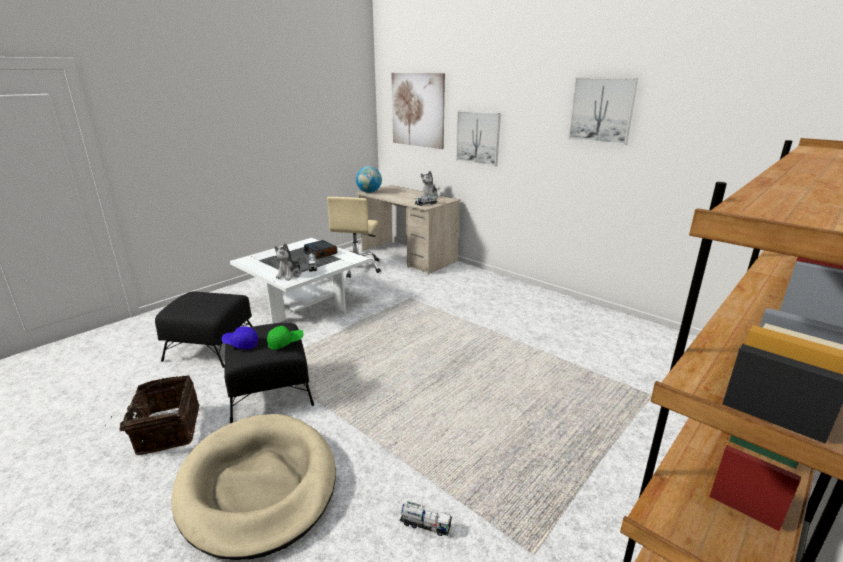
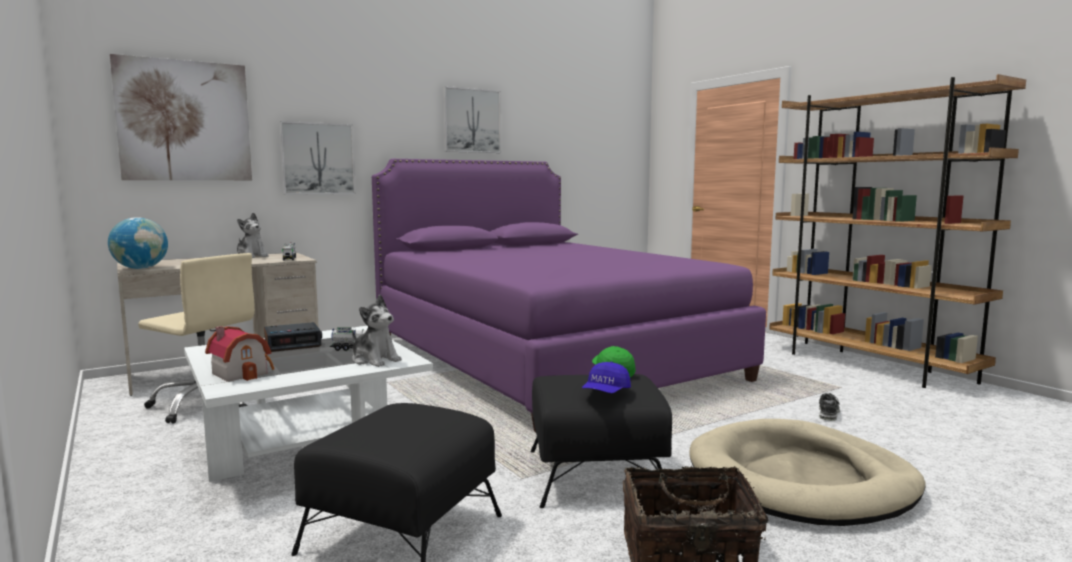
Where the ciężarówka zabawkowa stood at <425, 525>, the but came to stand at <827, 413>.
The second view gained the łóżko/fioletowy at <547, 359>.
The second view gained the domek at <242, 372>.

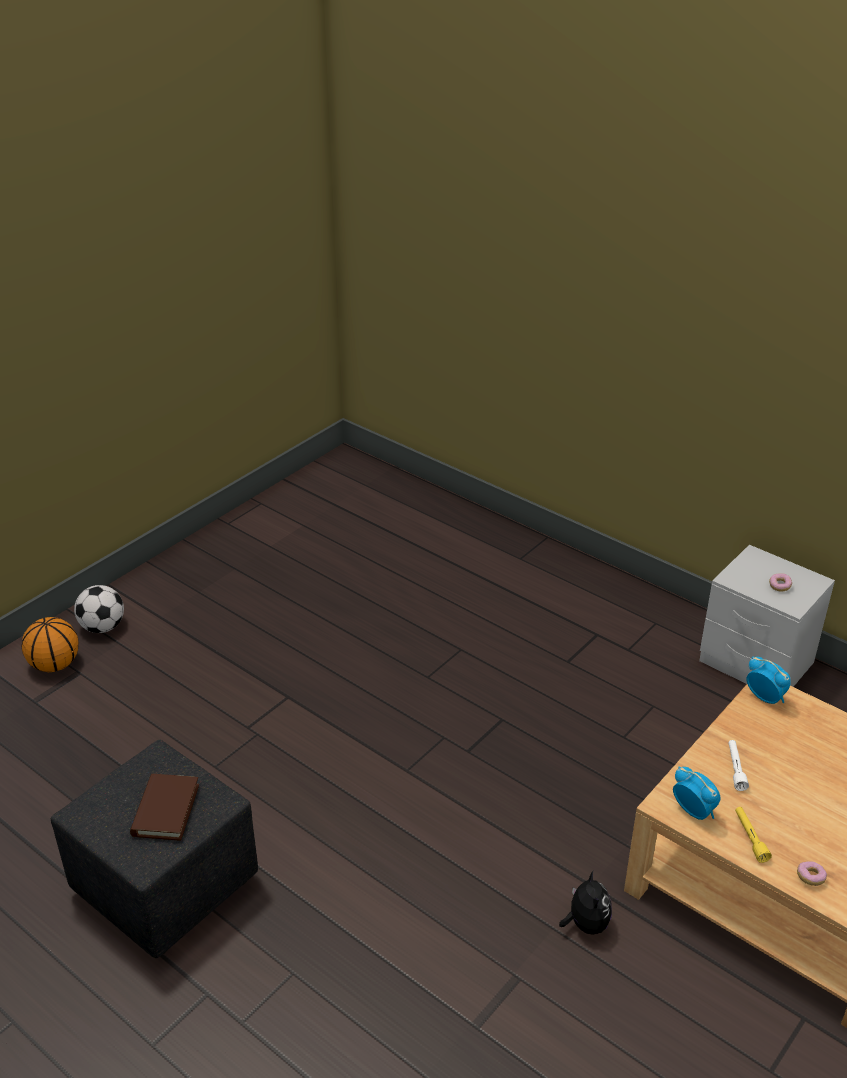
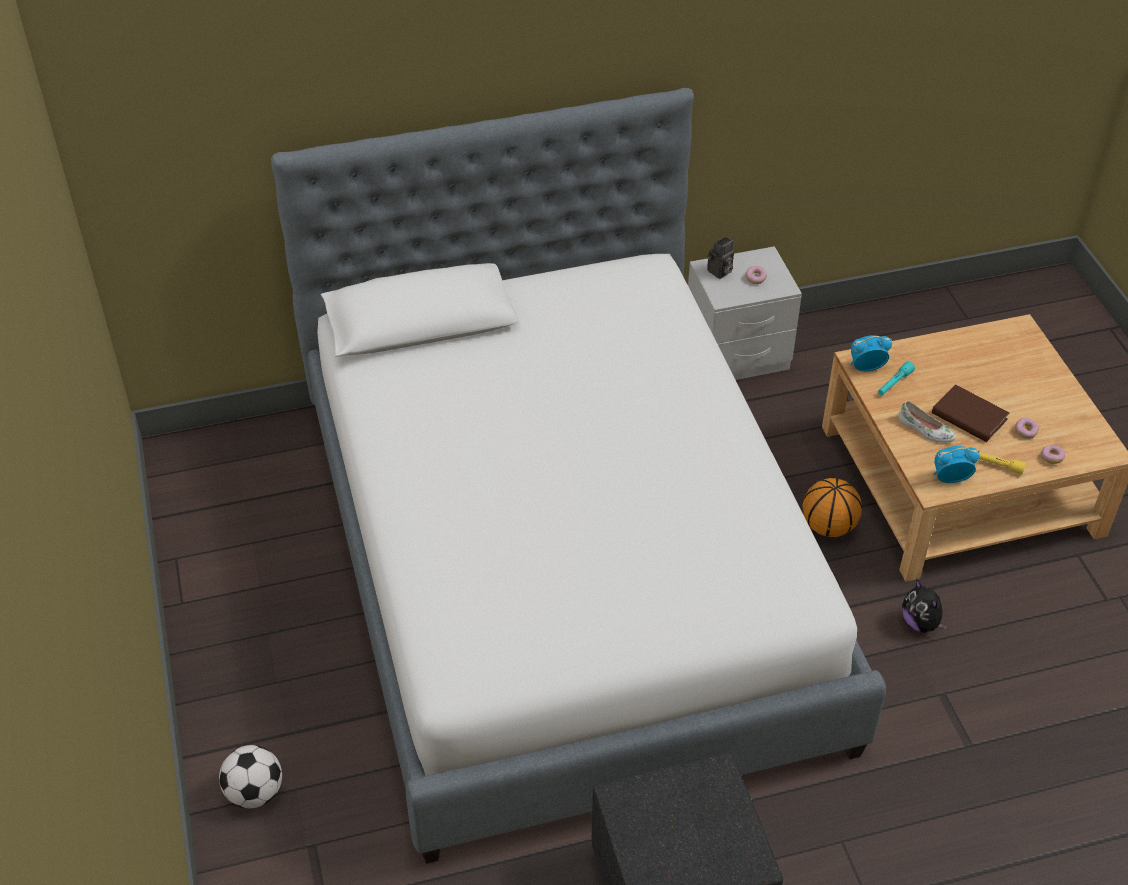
The piłka do koszykówki ended up elsewhere, having gone from <55, 664> to <827, 526>.
Where the latarka/biały stood at <735, 768>, the but/biały came to stand at <925, 430>.
The książka/brązowy ended up elsewhere, having gone from <165, 810> to <969, 417>.
The pluszak at <586, 924> ended up facing another way, 150 degrees counterclockwise from before.
The second view gained the łóżko at <563, 568>.
The second view gained the aparat fotograficzny at <719, 272>.
The second view gained the latarka/turkusowy at <894, 383>.
The second view gained the donut at <1025, 432>.

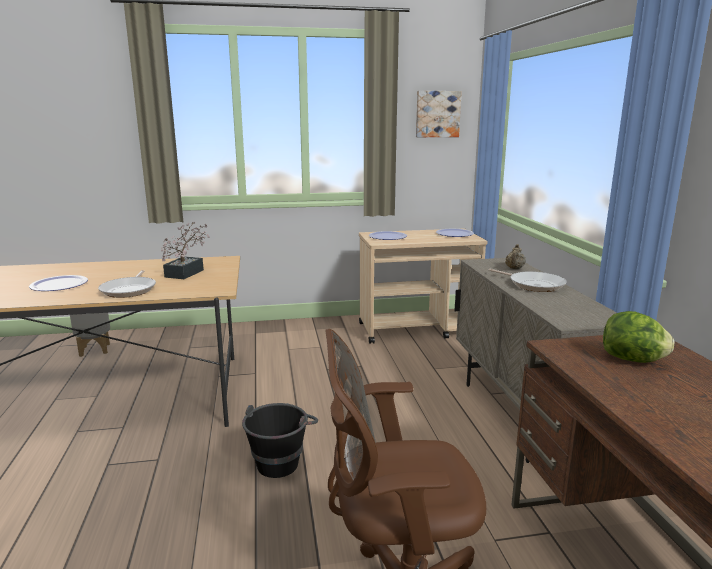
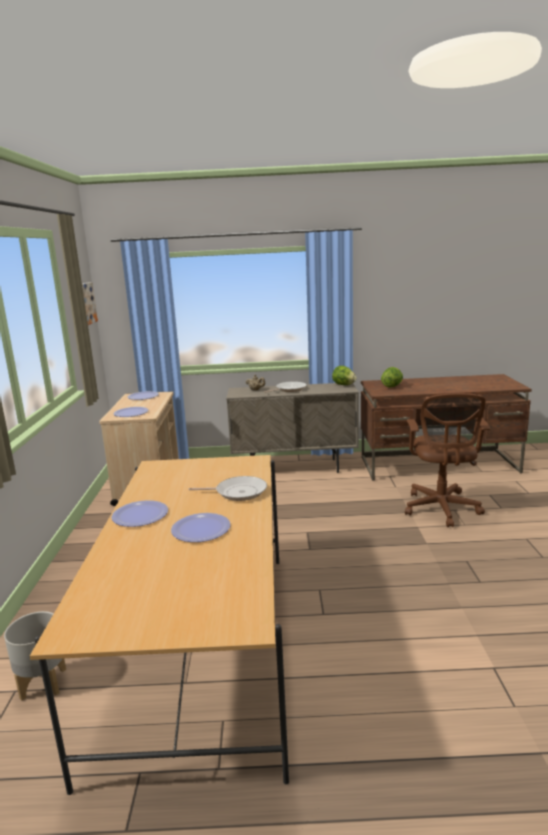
The second view lost the roślina doniczkowa at <187, 272>.
The second view lost the wiadro/czarny at <281, 459>.
The second view gained the sałata at <344, 385>.
The second view gained the talerz at <140, 515>.

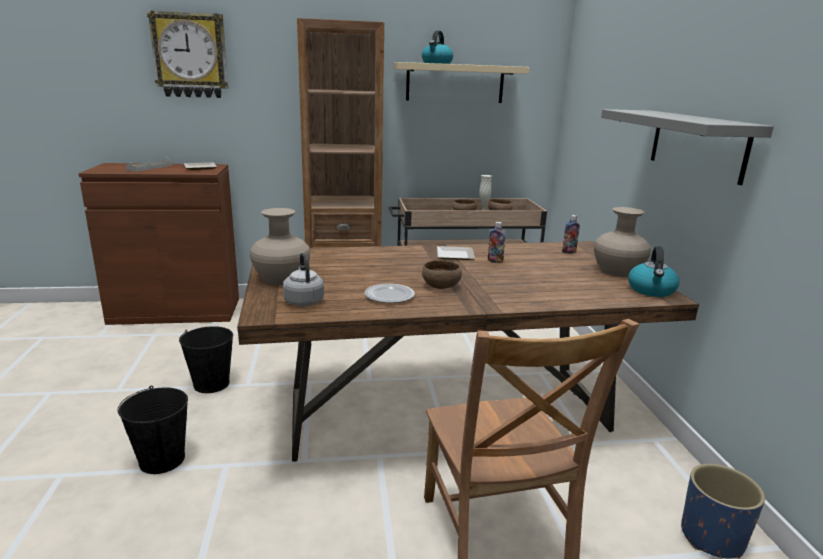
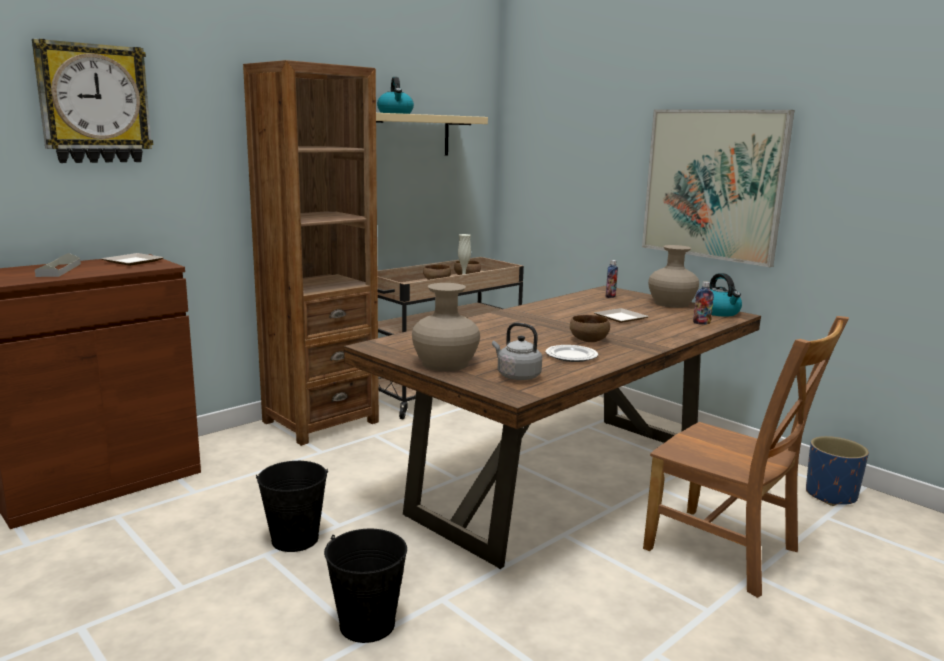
Where the półka/szary hung at <697, 144>, the obraz came to hang at <713, 184>.
The butelka ended up elsewhere, having gone from <495, 261> to <701, 323>.
The talerz ended up elsewhere, having gone from <456, 255> to <620, 317>.

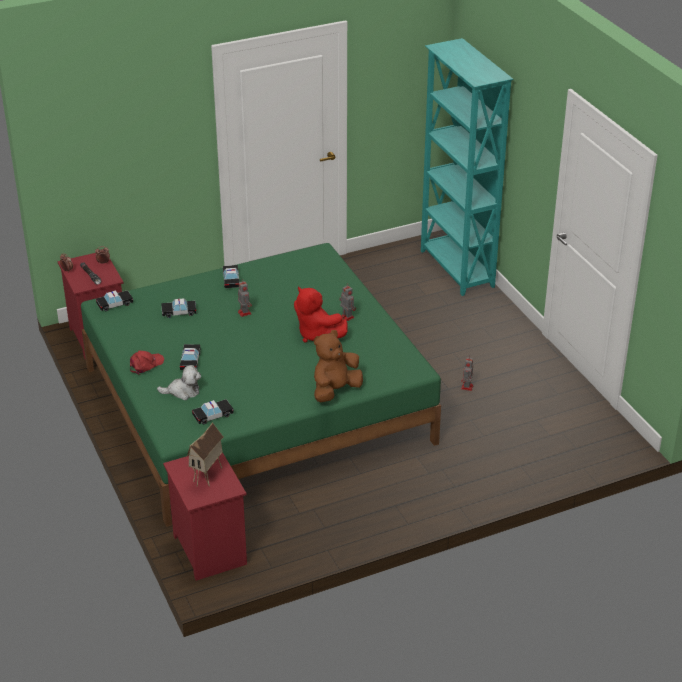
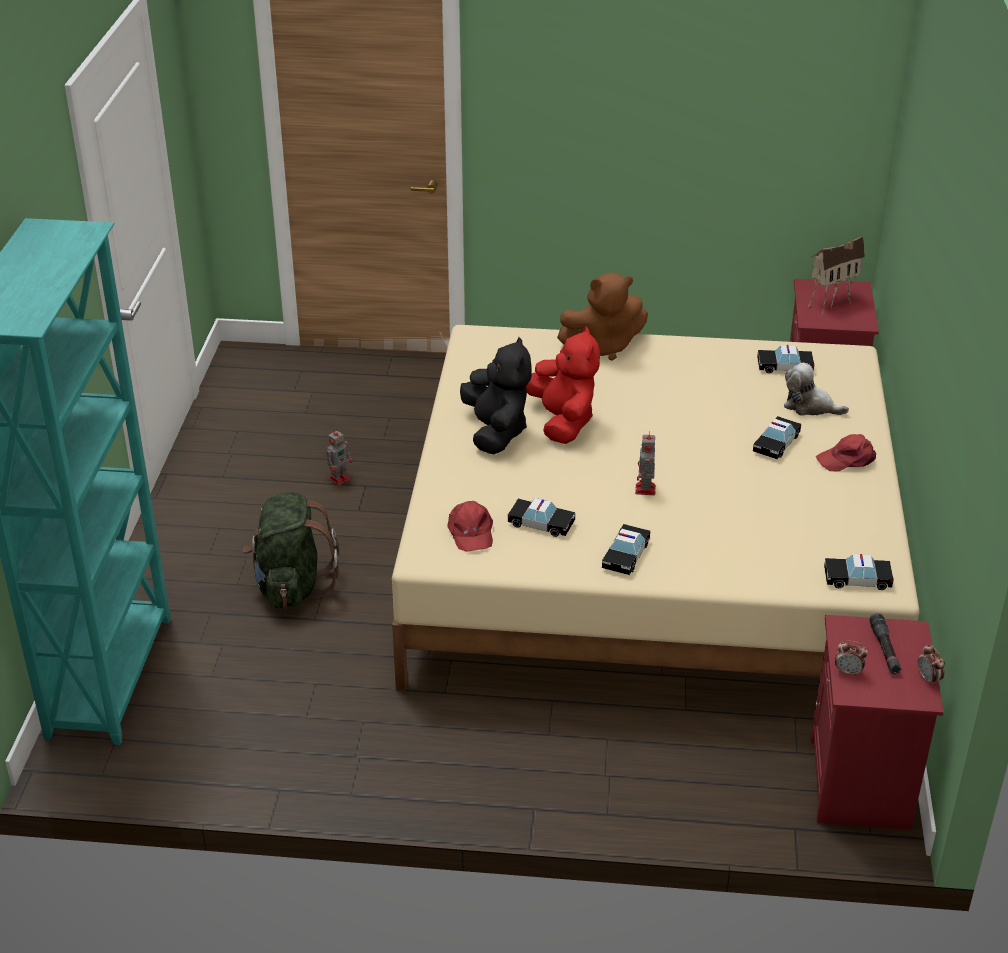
What was the łóżko/zielony at <256, 404> turned into the łóżko/beżowy at <650, 559>.
Where the robot zabawkowy stood at <346, 317>, the pluszak/czarny came to stand at <496, 432>.
The samochodzik ended up elsewhere, having gone from <179, 312> to <541, 523>.
The second view gained the plecak/zielony at <291, 586>.
The second view gained the czapka z daszkiem/czerwony at <470, 532>.

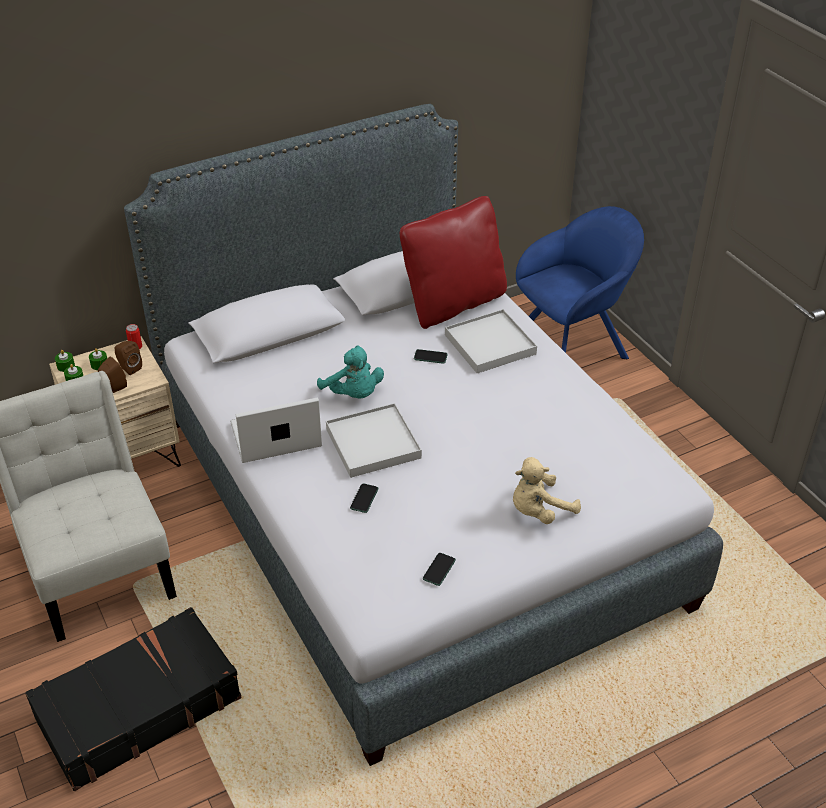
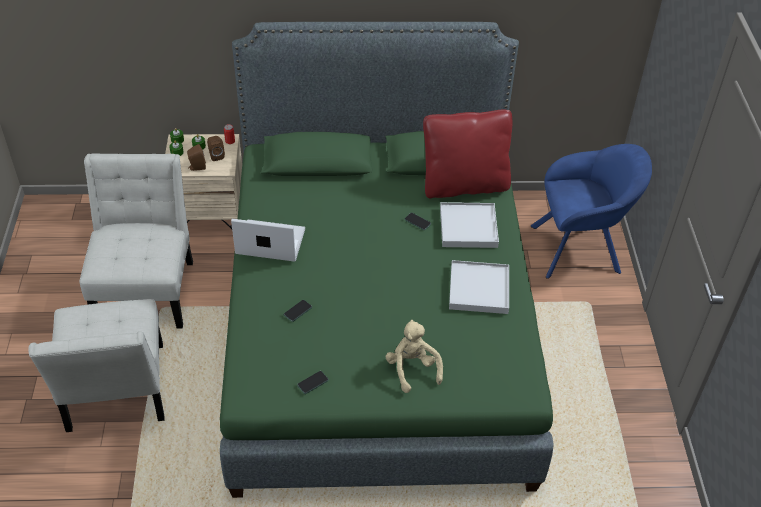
What was the łóżko/szary at <411, 506> turned into the łóżko/zielony at <377, 327>.
The second view lost the pluszak/turkusowy at <353, 394>.
The taca/biały ended up elsewhere, having gone from <373, 443> to <479, 289>.
The pluszak/beżowy at <539, 511> ended up facing another way, 75 degrees clockwise from before.
Where the walizka/czarny stood at <138, 708>, the krzesło/biały came to stand at <115, 393>.

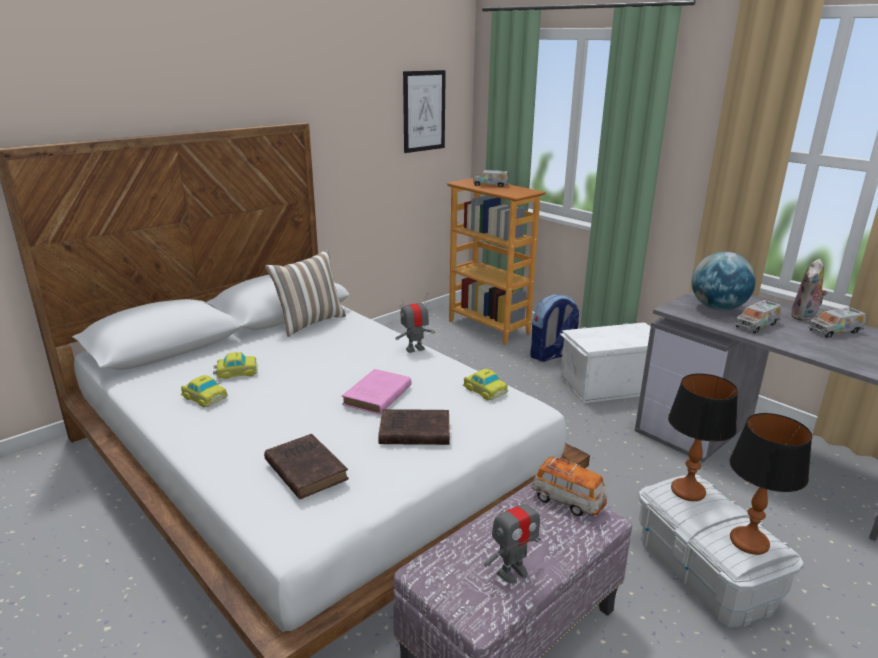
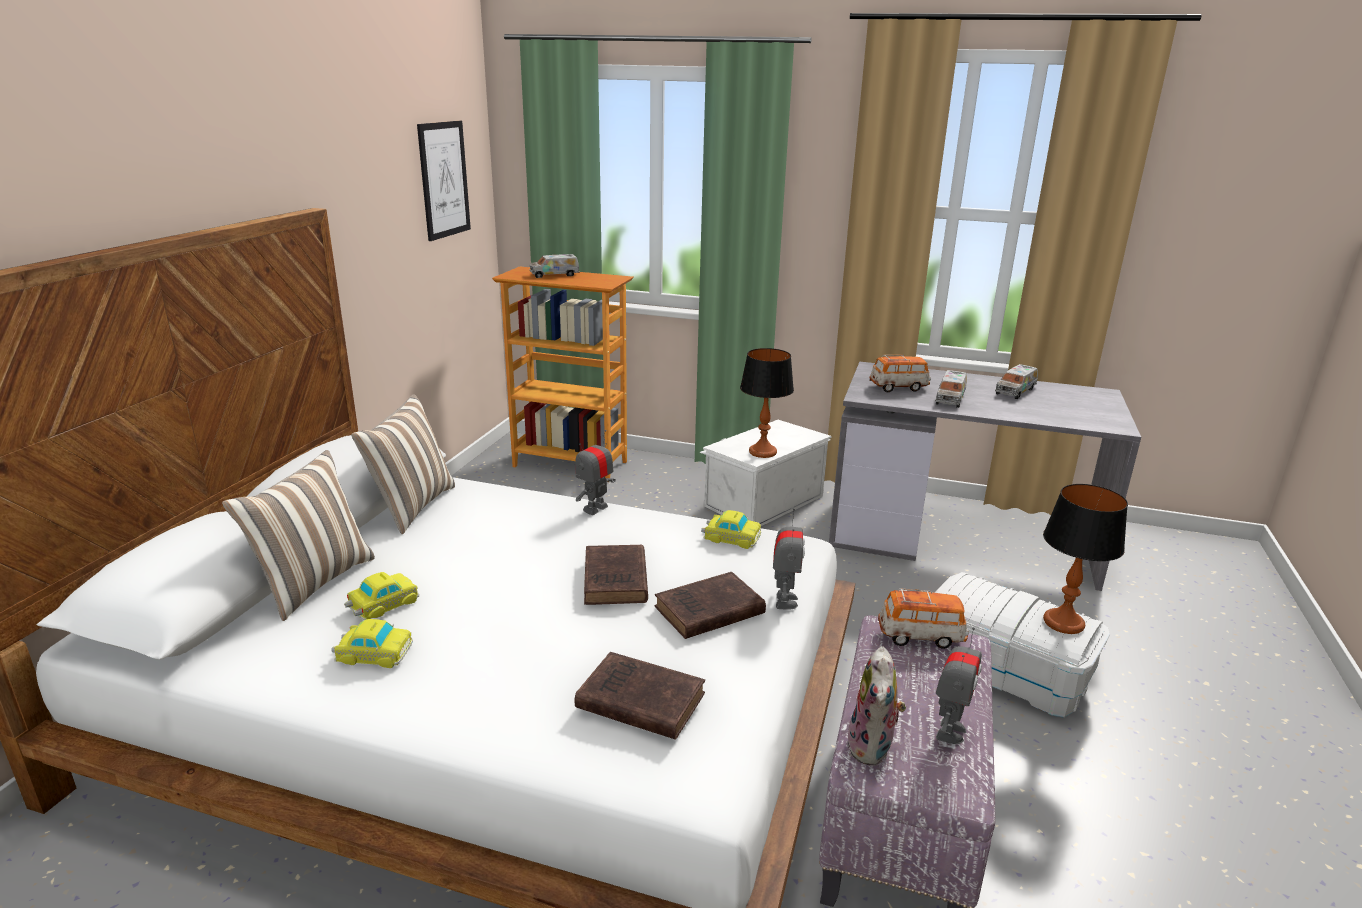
Where the globus stood at <717, 308>, the samochodzik came to stand at <898, 387>.
The pluszak ended up elsewhere, having gone from <804, 317> to <872, 748>.
The second view lost the plecak at <552, 355>.
What was the książka/różowy at <376, 396> turned into the książka/brązowy at <615, 581>.
The lampa stołowa ended up elsewhere, having gone from <688, 491> to <763, 452>.
The second view gained the poduszka at <313, 583>.
The second view gained the robot zabawkowy at <784, 601>.

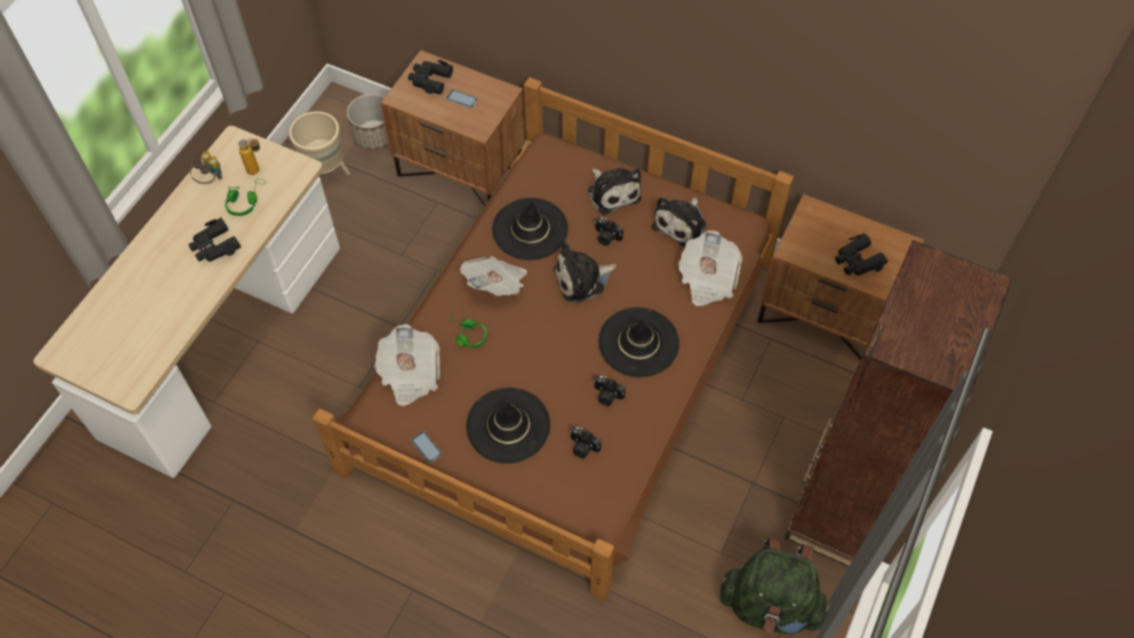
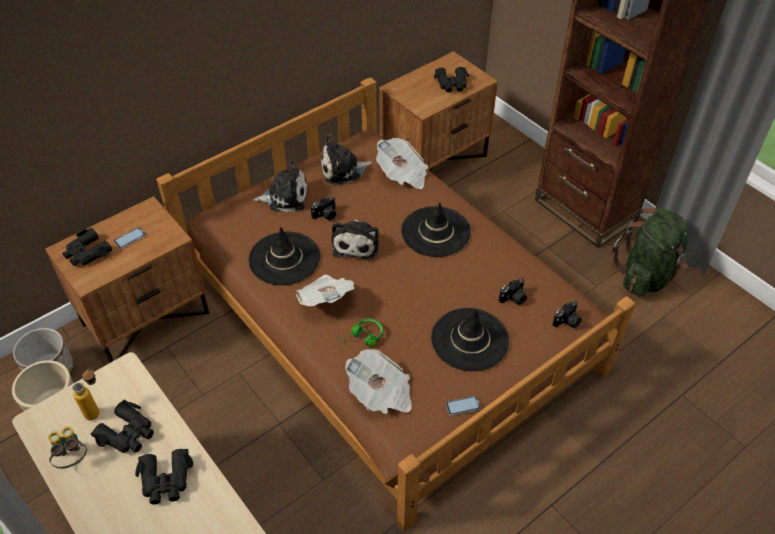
Where the słuchawki/zielony stood at <245, 201>, the lornetka/czarny came to stand at <128, 433>.
The pluszak at <681, 224> ended up facing another way, 105 degrees clockwise from before.
The aparat fotograficzny ended up elsewhere, having gone from <607, 396> to <567, 322>.

